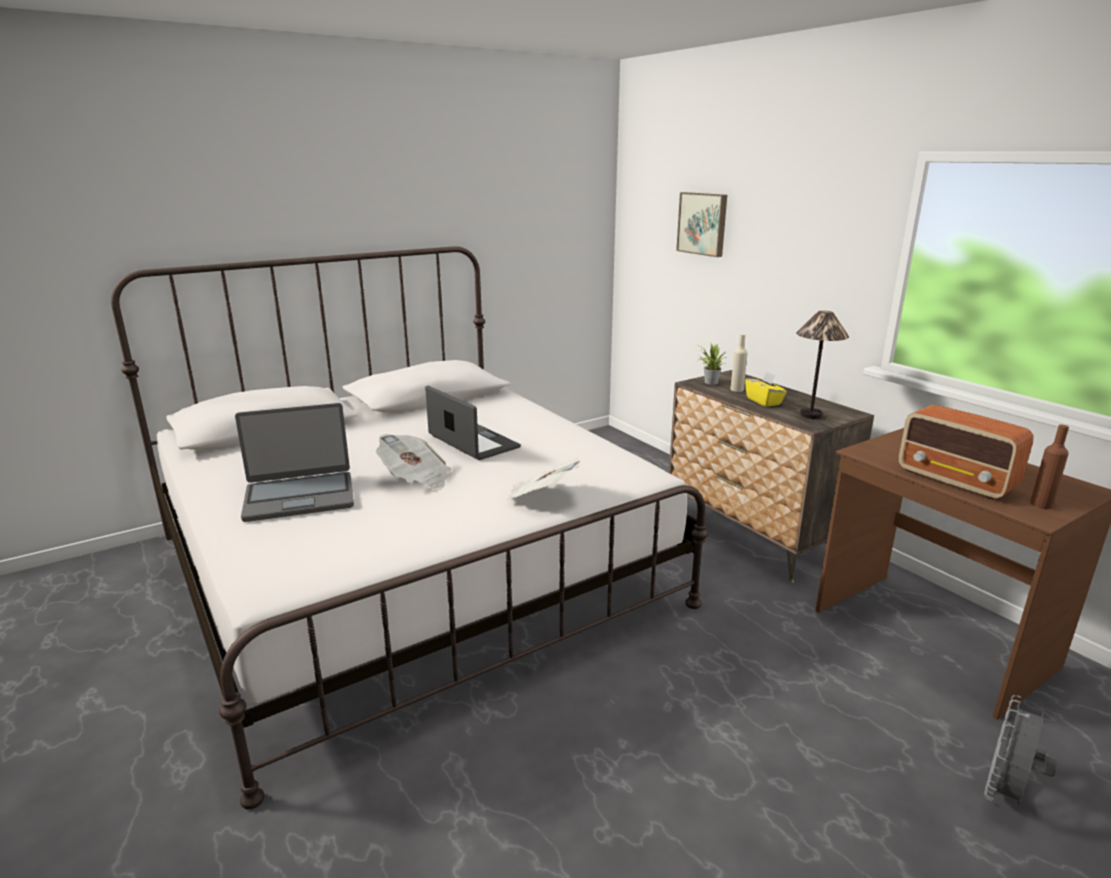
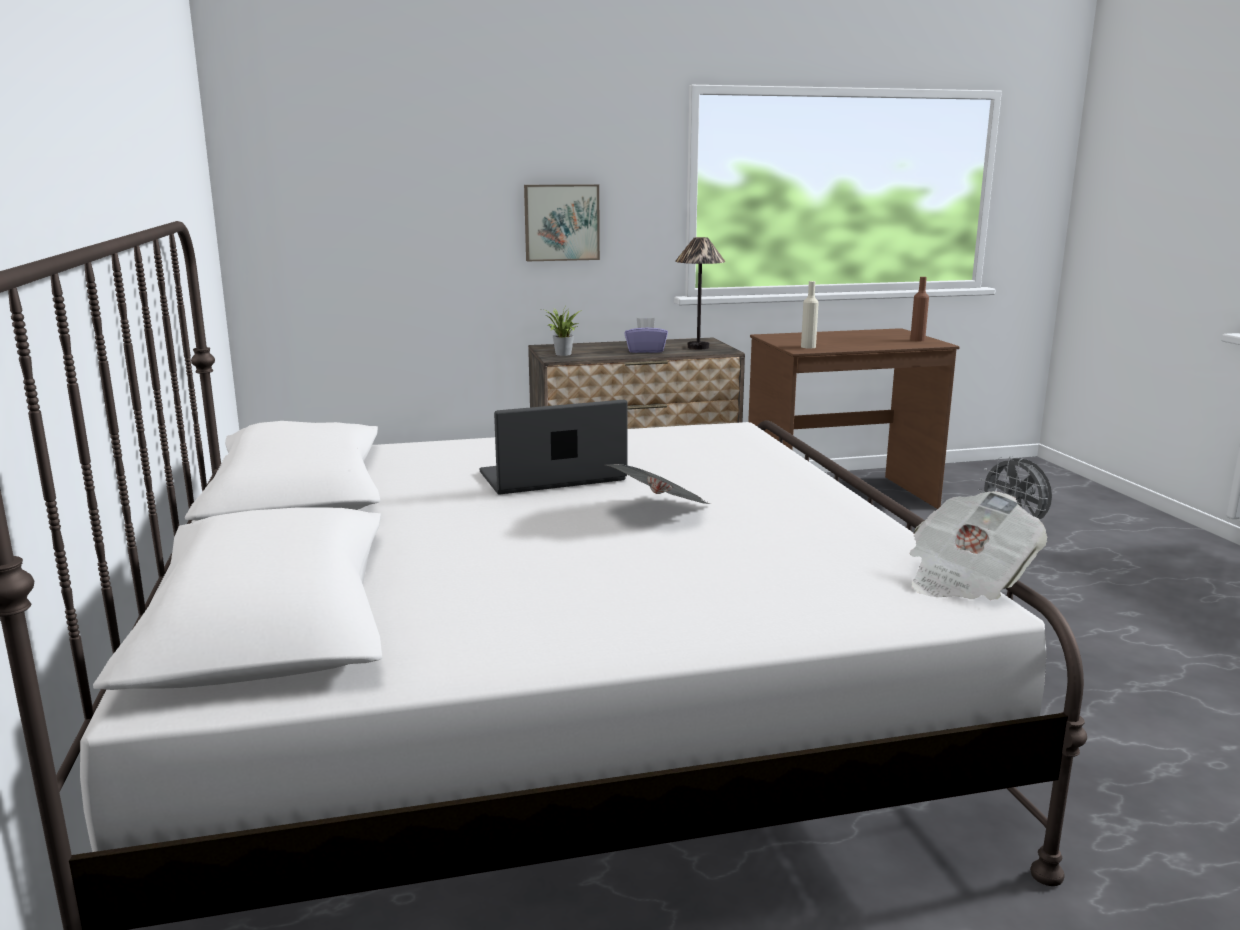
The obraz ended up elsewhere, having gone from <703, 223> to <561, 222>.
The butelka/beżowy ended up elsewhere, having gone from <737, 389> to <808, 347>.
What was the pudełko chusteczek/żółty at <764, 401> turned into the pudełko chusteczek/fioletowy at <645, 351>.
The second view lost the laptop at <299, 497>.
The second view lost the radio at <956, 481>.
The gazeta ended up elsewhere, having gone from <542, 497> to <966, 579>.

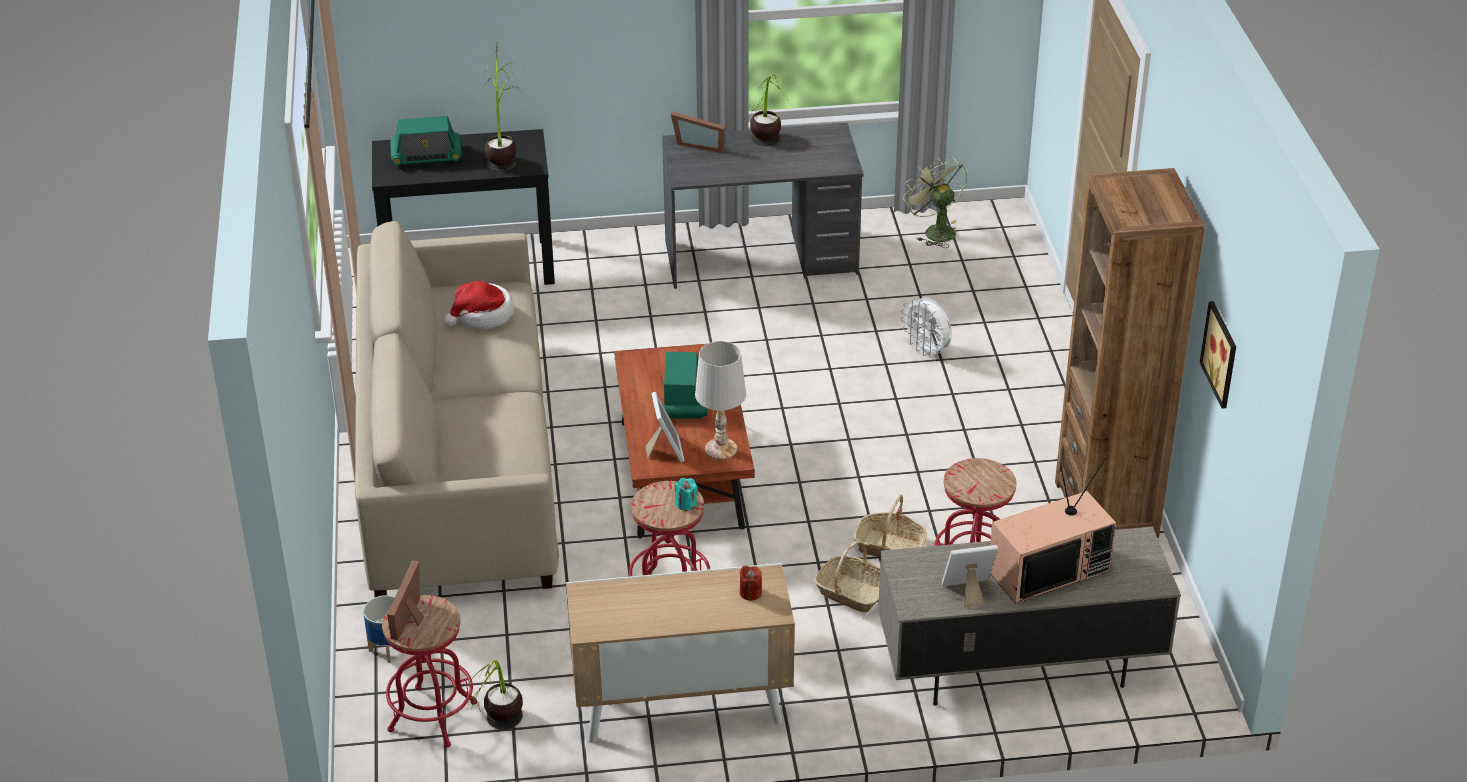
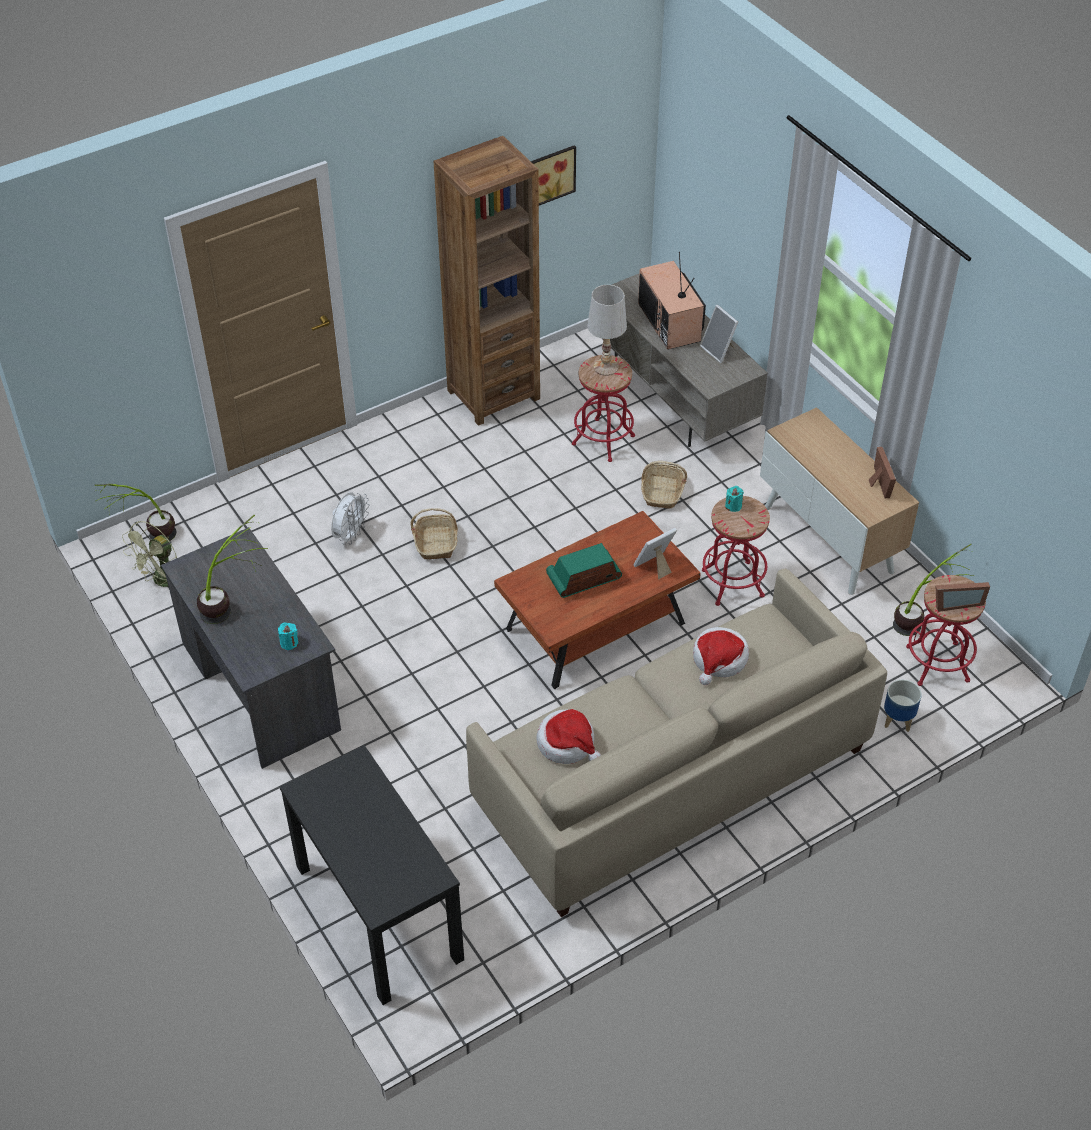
The roślina doniczkowa ended up elsewhere, having gone from <503, 153> to <146, 538>.
The ramka na zdjęcie ended up elsewhere, having gone from <700, 144> to <877, 484>.
The second view lost the radio at <426, 156>.
The lampa stołowa/biały ended up elsewhere, having gone from <720, 449> to <605, 367>.
The telewizor at <1049, 569> ended up facing another way, 150 degrees counterclockwise from before.
The koszyk ended up elsewhere, having gone from <890, 547> to <436, 543>.
The second view lost the świeca/czerwony at <750, 593>.
The second view gained the świeca/turkusowy at <289, 643>.
The second view gained the kapelusz at <719, 660>.

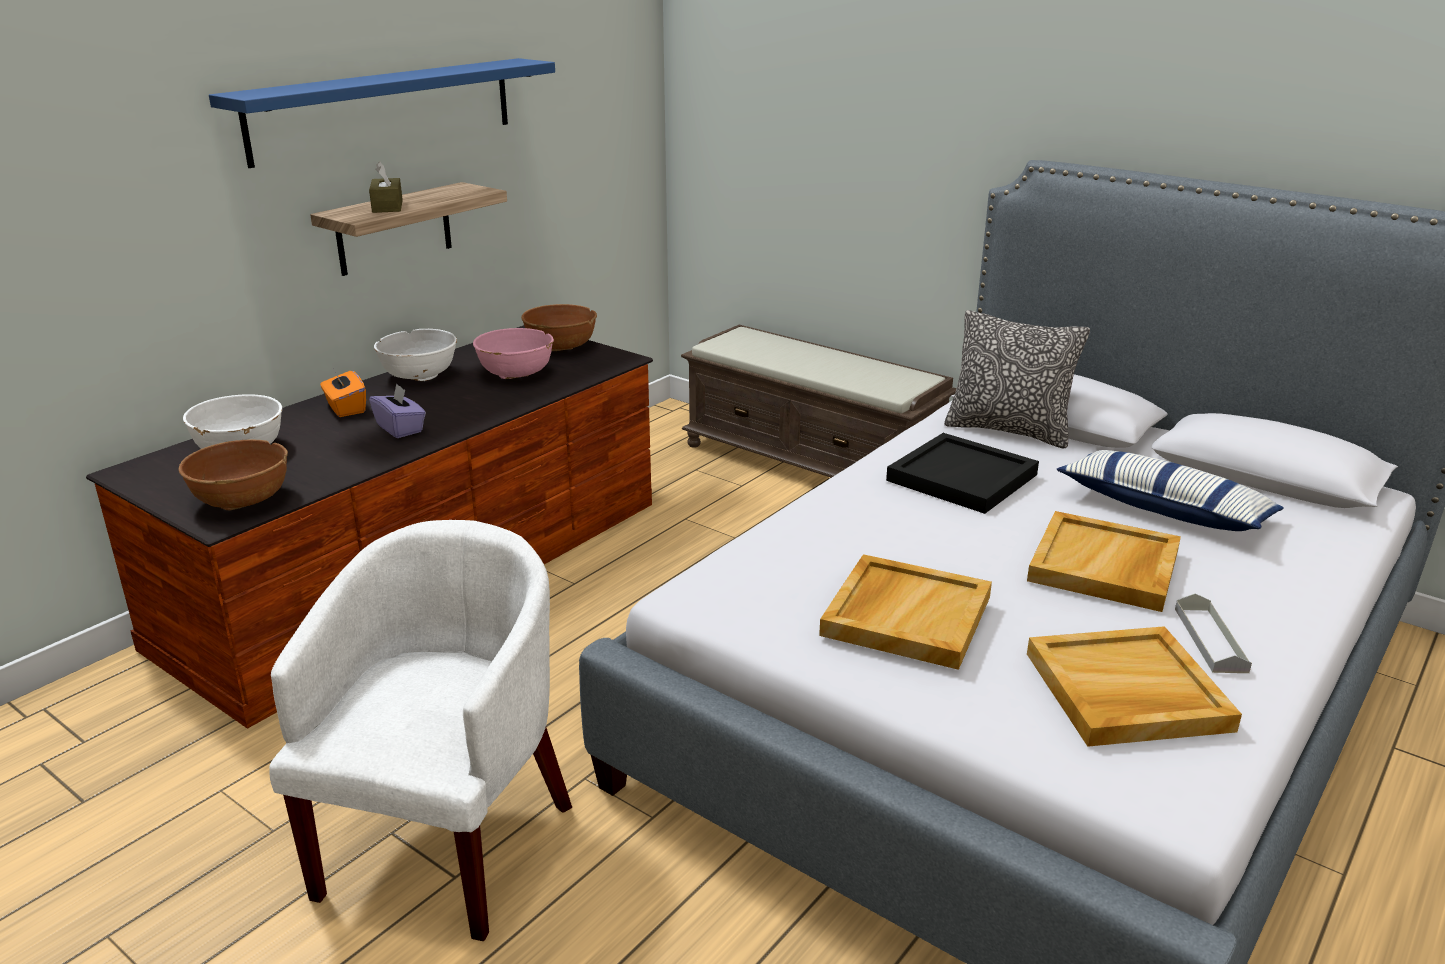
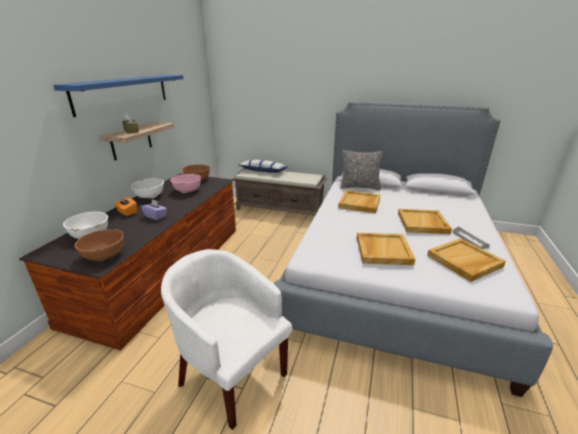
What was the taca/czarny at <962, 478> turned into the taca/beżowy at <359, 203>.
The poduszka ended up elsewhere, having gone from <1164, 509> to <263, 171>.
The fotel/biały at <448, 841> ended up facing another way, 45 degrees counterclockwise from before.

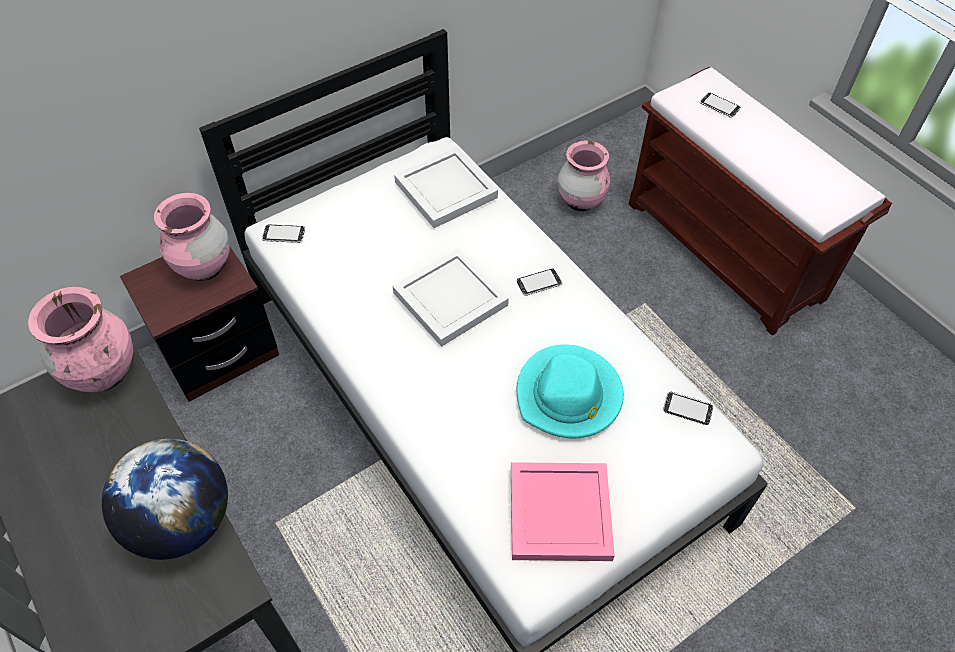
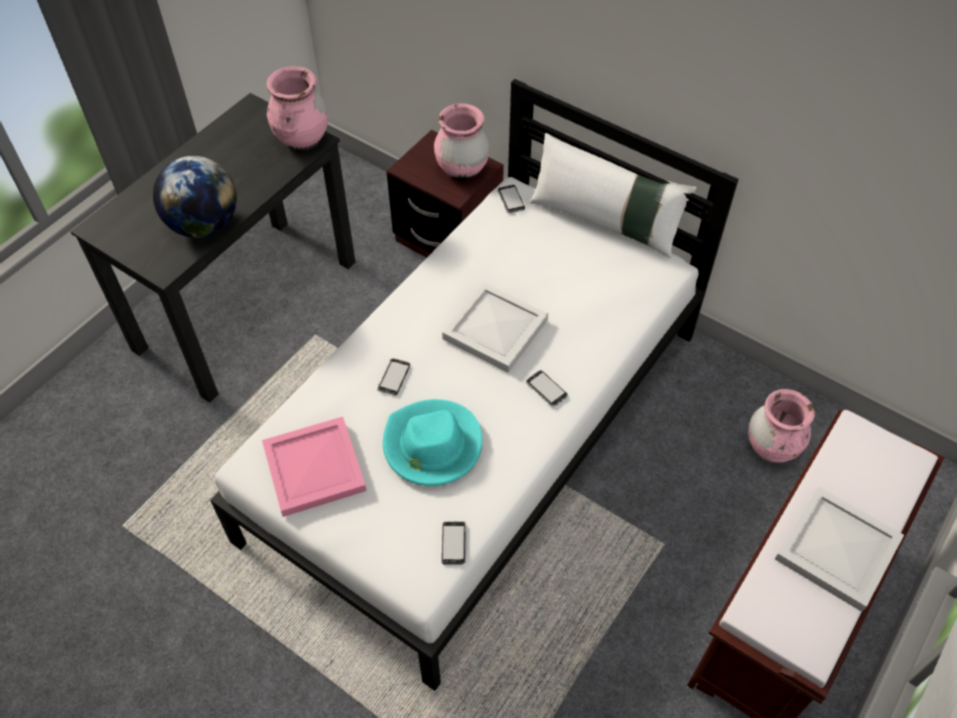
The telefon ended up elsewhere, having gone from <719, 106> to <393, 377>.
The taca/biały ended up elsewhere, having gone from <445, 191> to <835, 550>.
The second view gained the poduszka/biały at <605, 222>.

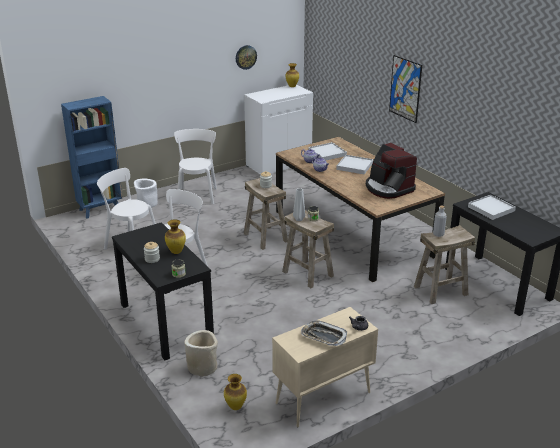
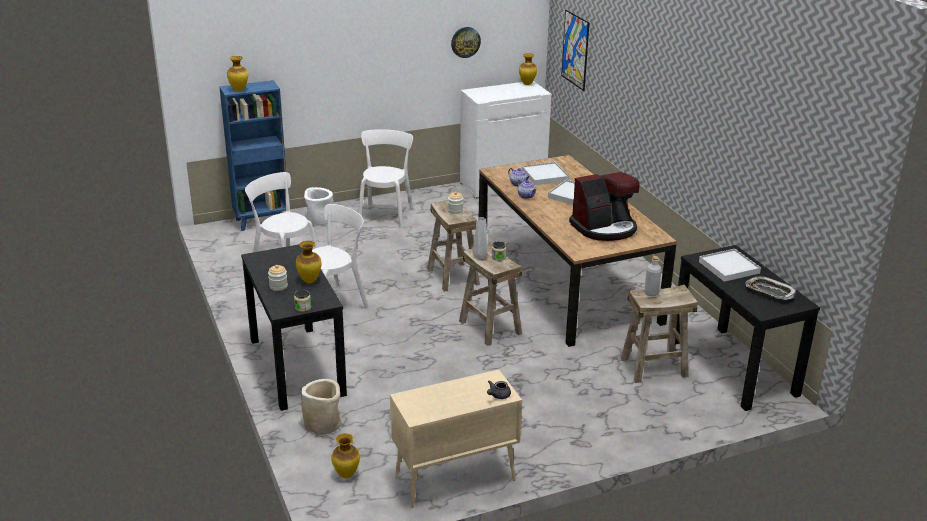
The obraz ended up elsewhere, having gone from <405, 88> to <575, 50>.
The ekspres do kawy at <388, 188> ended up facing another way, 90 degrees counterclockwise from before.
The taca ended up elsewhere, having gone from <323, 336> to <769, 291>.
The second view gained the wazon at <239, 90>.

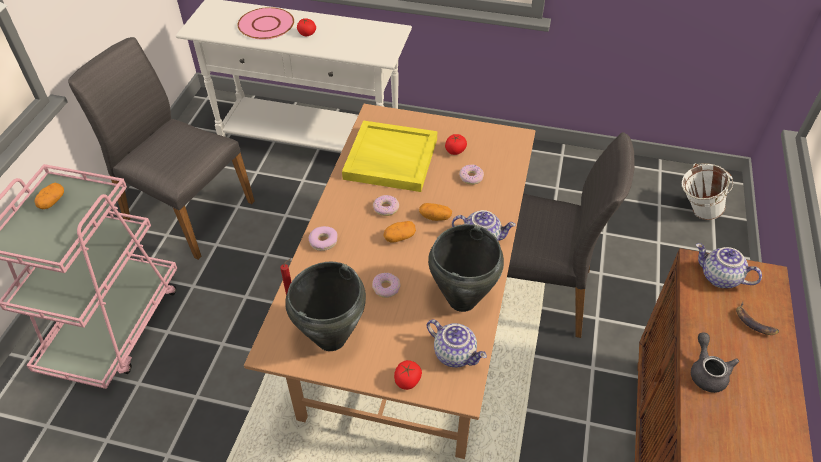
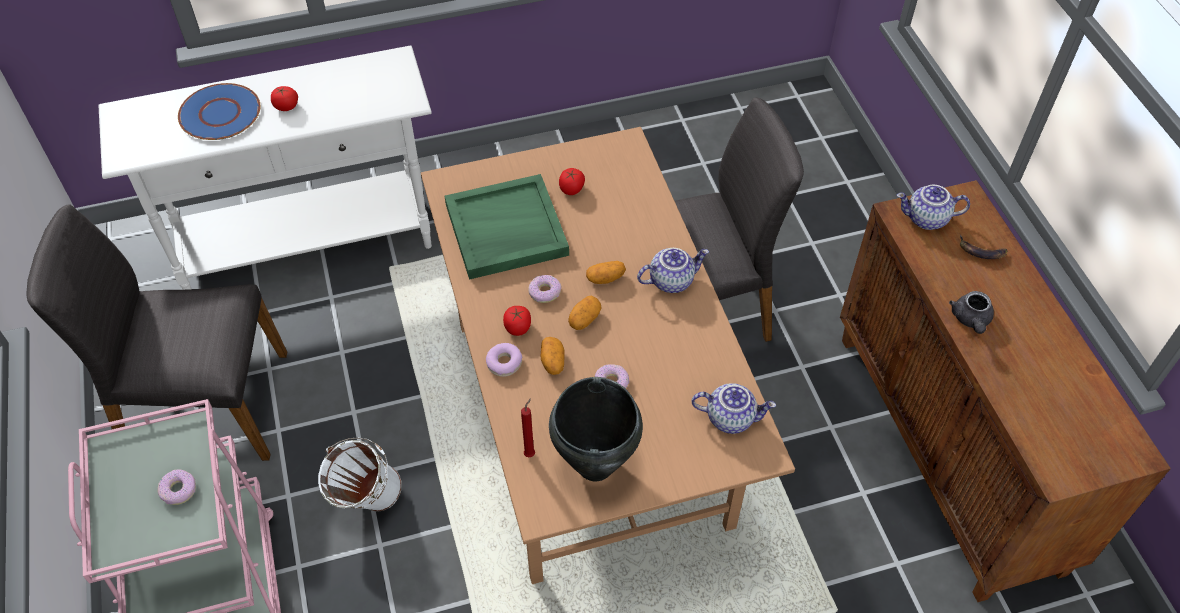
What was the talerz/różowy at <266, 25> turned into the talerz/niebieski at <220, 114>.
What was the taca/żółty at <390, 159> turned into the taca/zielony at <505, 230>.
The wiadro/biały ended up elsewhere, having gone from <695, 212> to <366, 502>.
The donut ended up elsewhere, having gone from <471, 177> to <178, 490>.
The ziemniak ended up elsewhere, having gone from <52, 202> to <552, 362>.
The second view lost the garnek/czarny at <461, 300>.
The imbryk/szary at <707, 372> ended up facing another way, 135 degrees counterclockwise from before.
The pomidor ended up elsewhere, having gone from <407, 381> to <518, 327>.

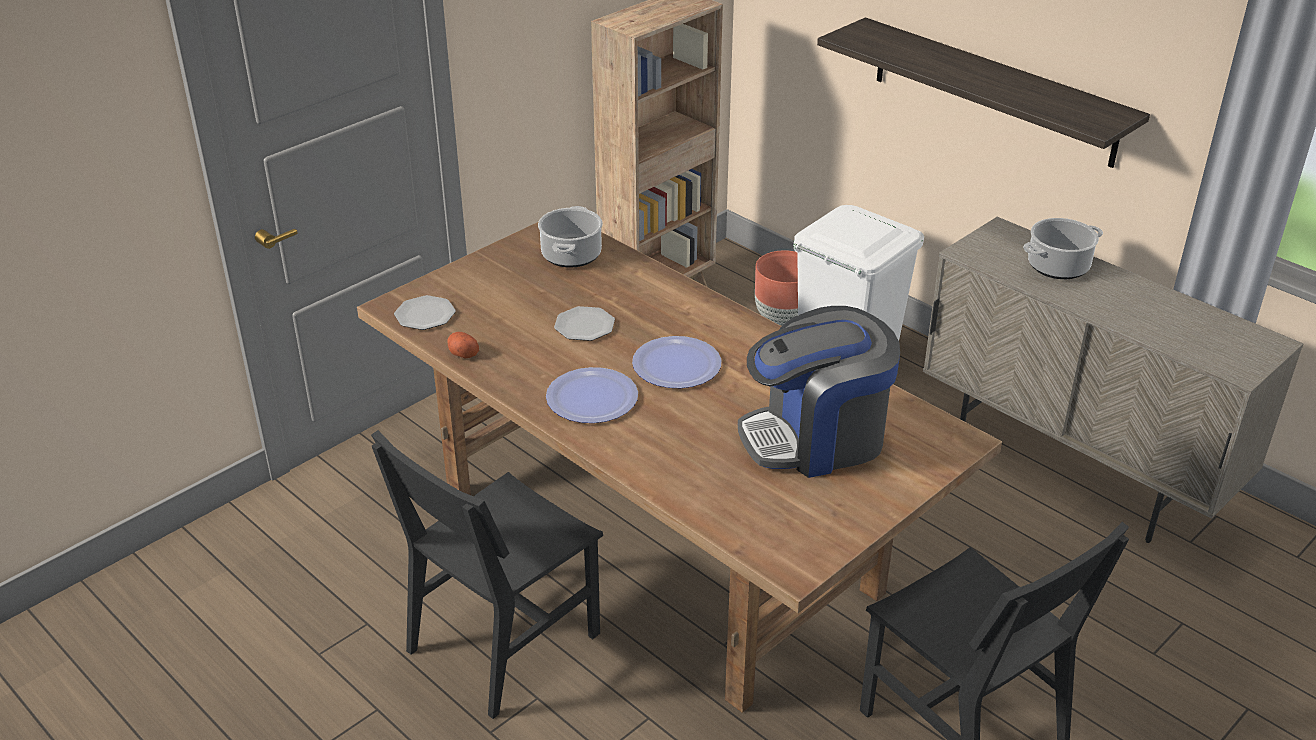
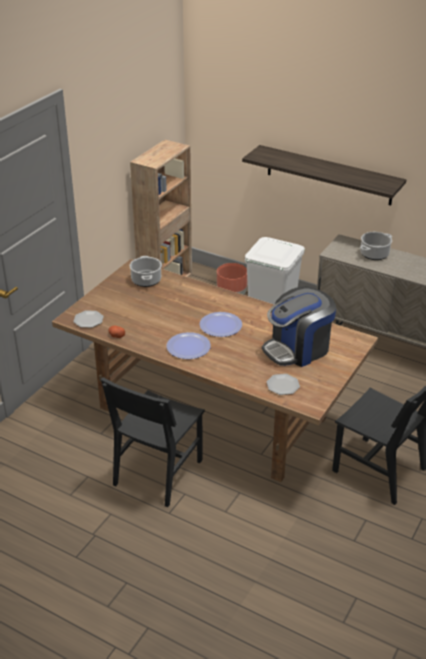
The talerz ended up elsewhere, having gone from <584, 325> to <282, 385>.

